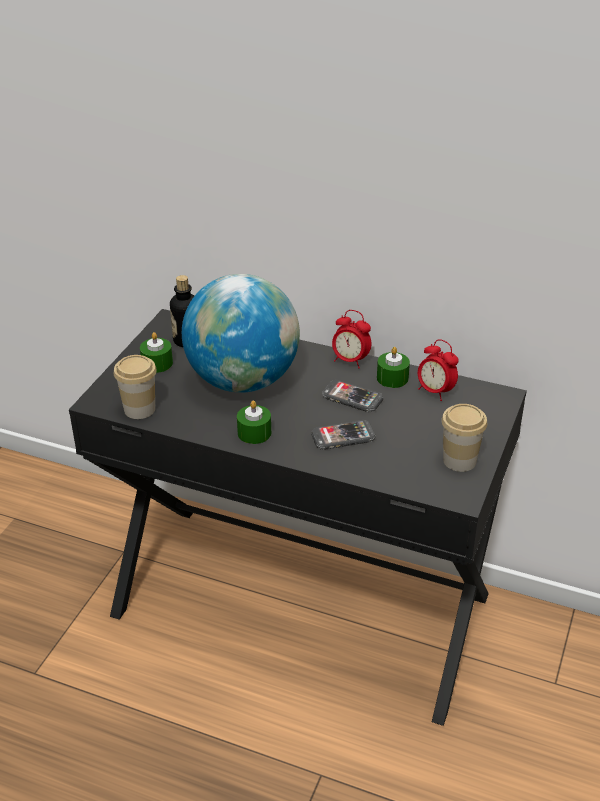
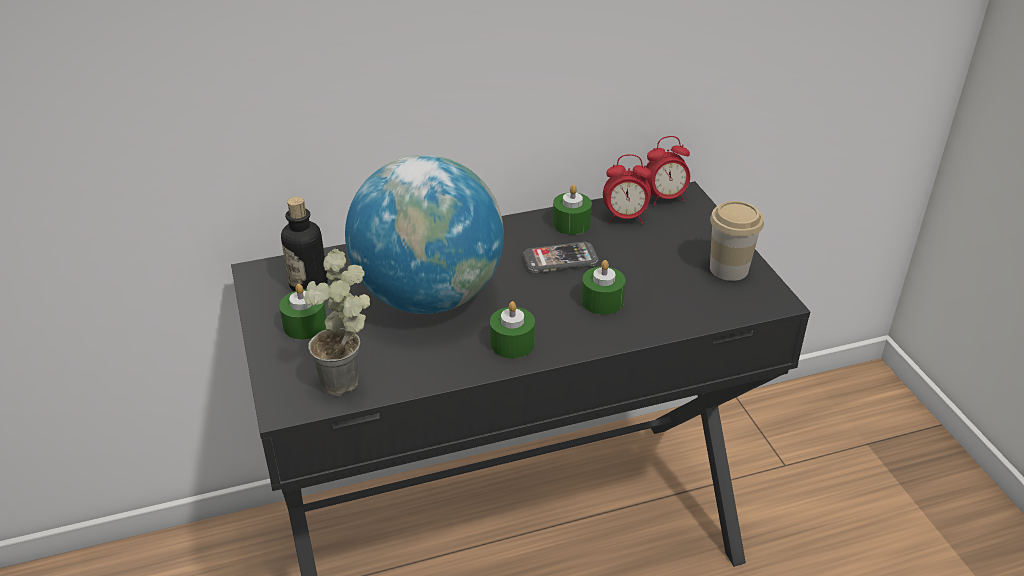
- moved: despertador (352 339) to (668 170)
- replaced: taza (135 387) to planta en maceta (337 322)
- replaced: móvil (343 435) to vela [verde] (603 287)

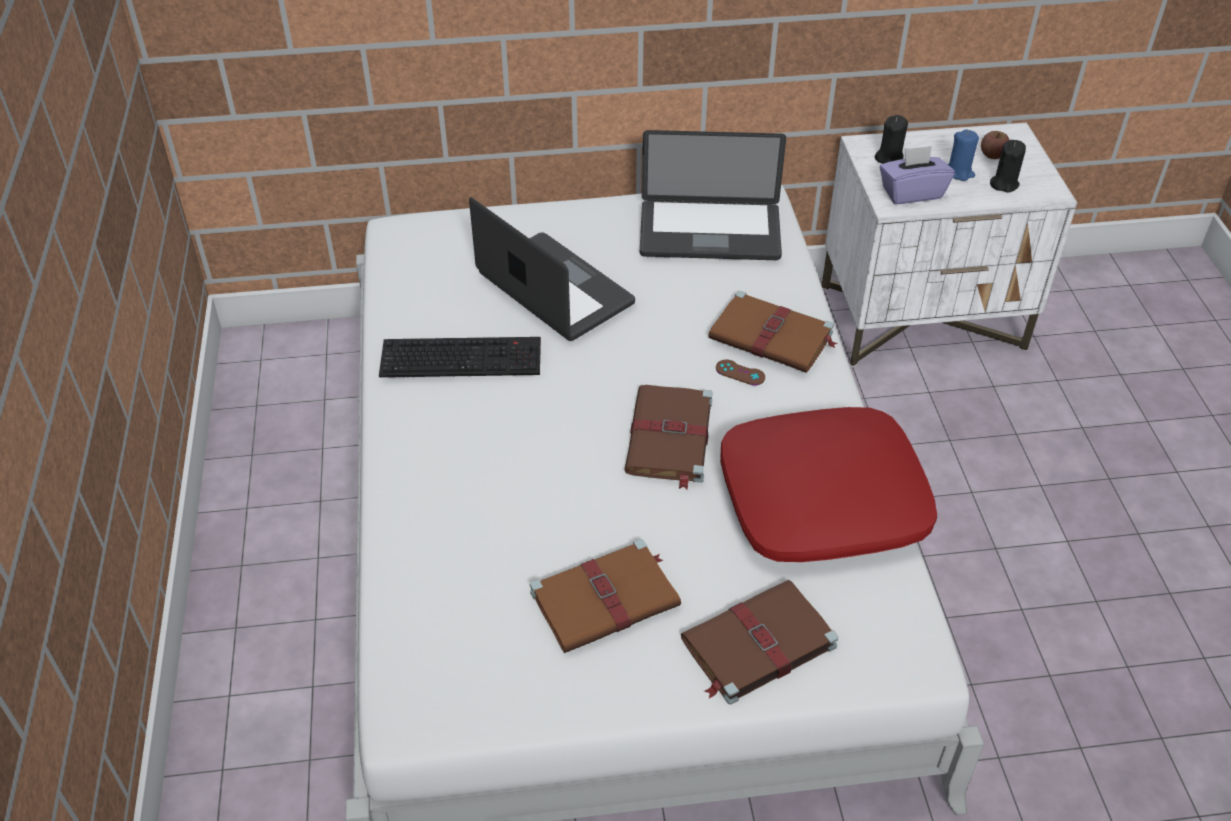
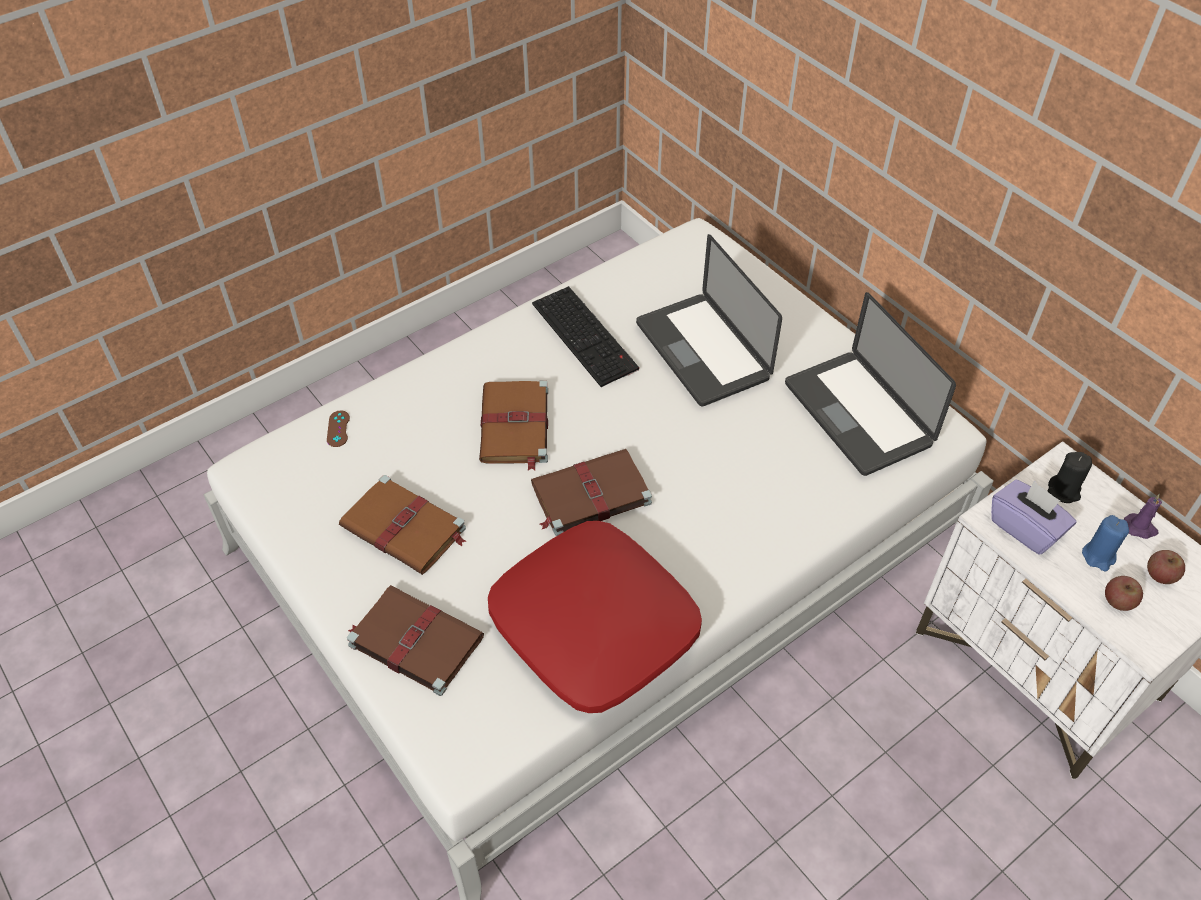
- replaced: vela [negro] (1008 166) to manzana (1124 593)
- turned: portátil (552 269) = (709 320) 135 degrees clockwise
- moved: libro [marrón] (773 332) to (513 425)
- moved: mando de consola [marrón] (740 372) to (338 429)
- added: vela [morado] (1143 516)

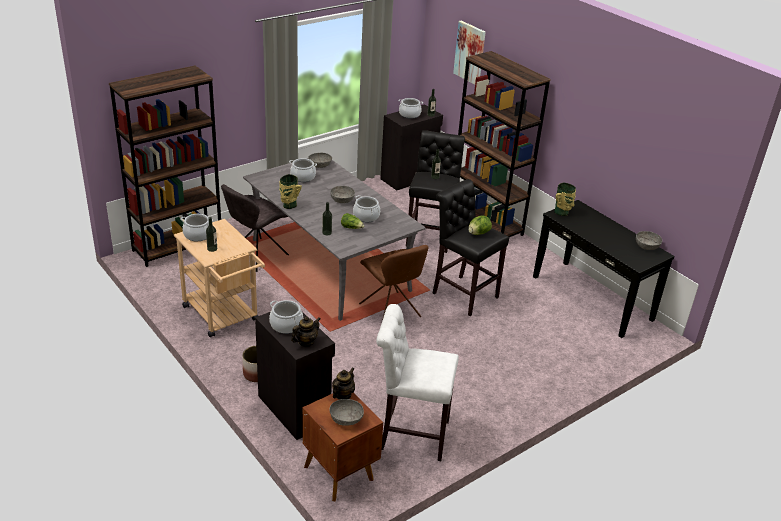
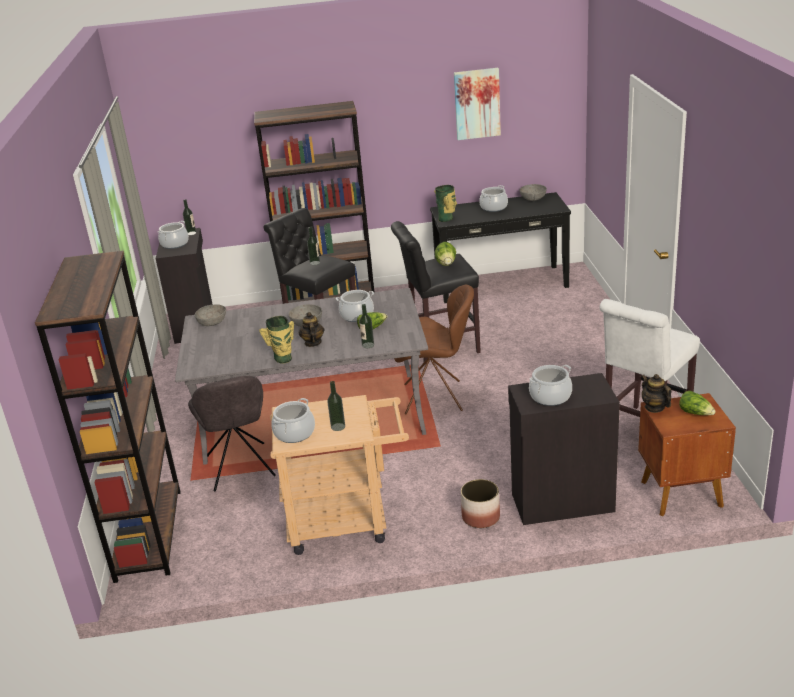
- moved: cuadro (469 53) to (477 104)
- moved: olla (303 170) to (493 198)
- moved: tetera (306 331) to (311 329)
- replaced: cuenco [gris] (347 412) to lechuga (697 403)

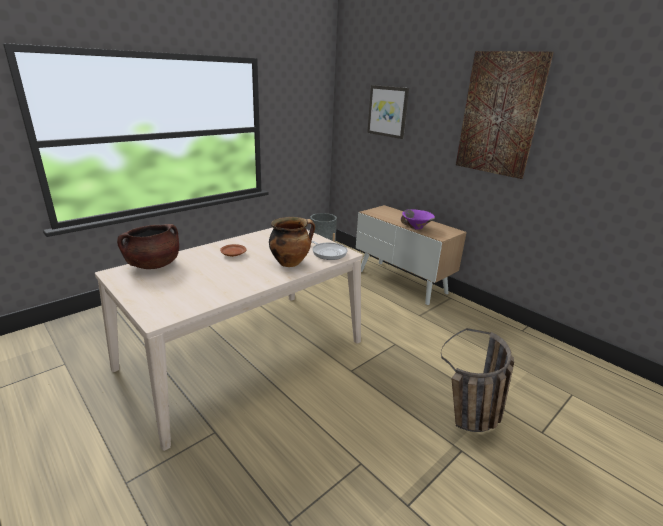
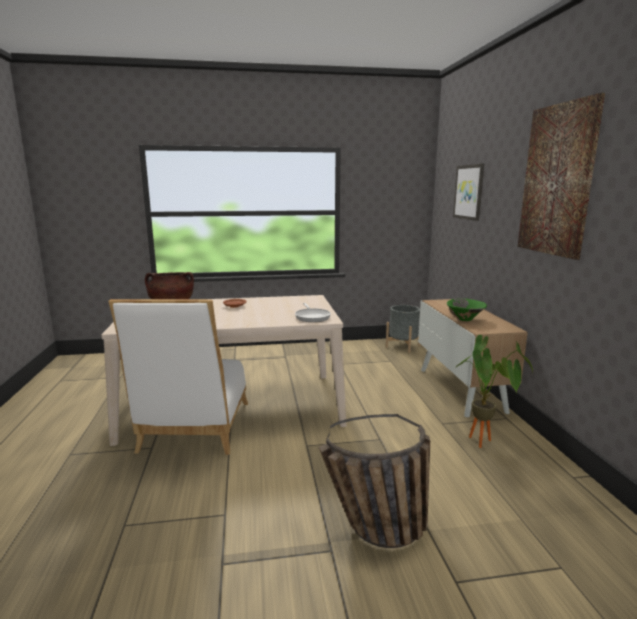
- recoloured: cuenco [morado] (418 219) to cuenco [verde] (467 309)
- removed: olla (292 242)
- added: silla [blanco] (178 377)
- added: planta en maceta (494 391)

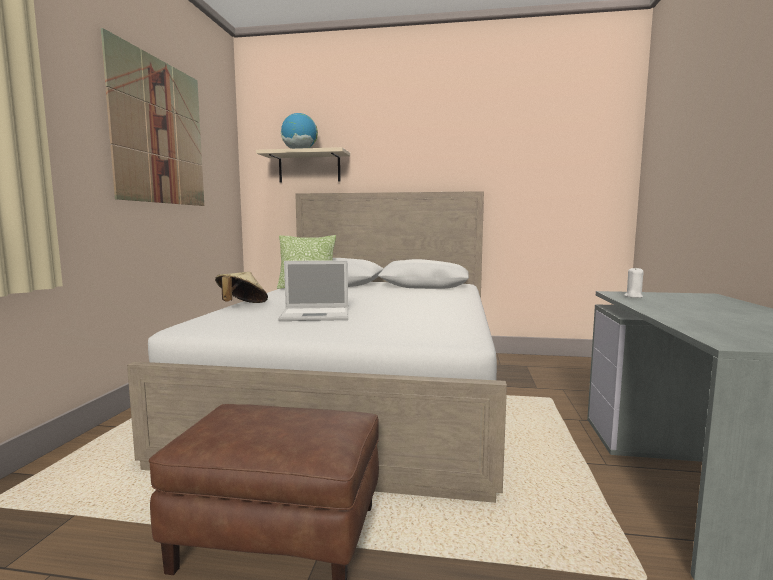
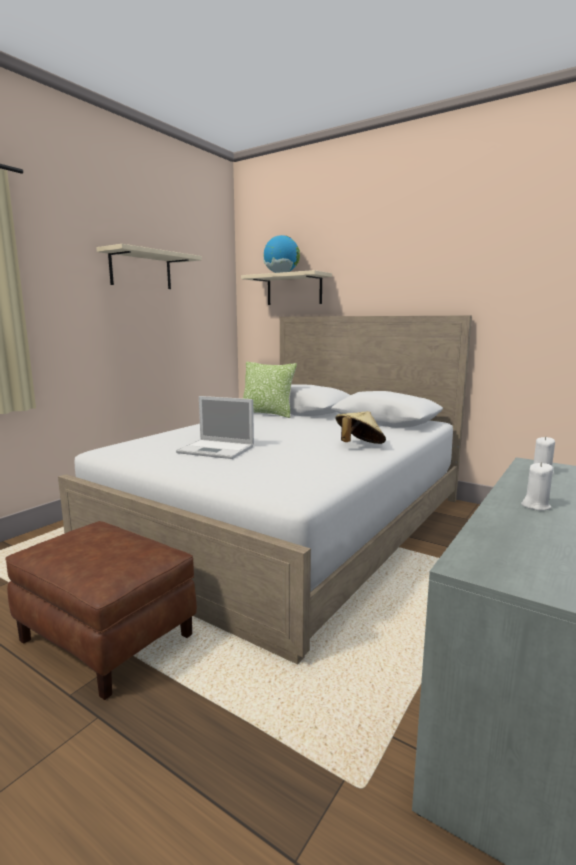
- replaced: cuadro (152 117) to estante [beis] (149 266)
- moved: sombrero [beis] (241 287) to (360 427)
- added: vela [blanco] (537 486)

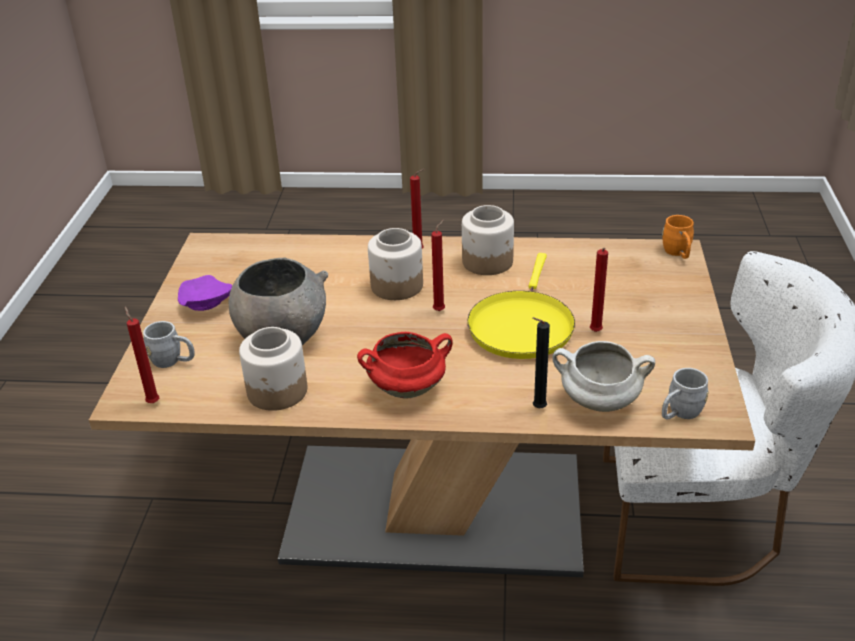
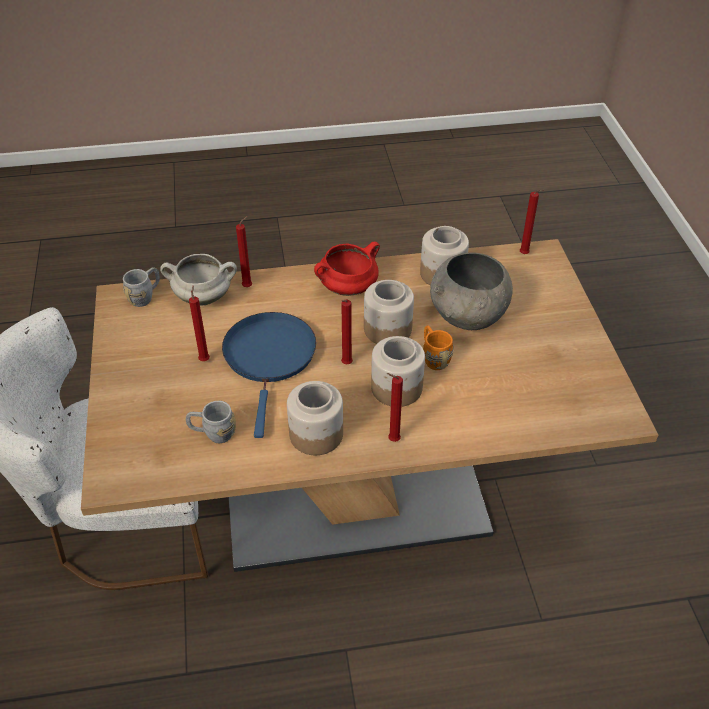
- moved: taza grande [naranja] (678 237) to (438 347)
- recoloured: sartén [amarillo] (521 306) to sartén [azul] (269 375)
- removed: plato [morado] (205 293)
- recoloured: vela [negro] (541 362) to vela [rojo] (244 251)
- moved: taza grande [gris] (169 344) to (211 422)
- added: tarro (389 312)

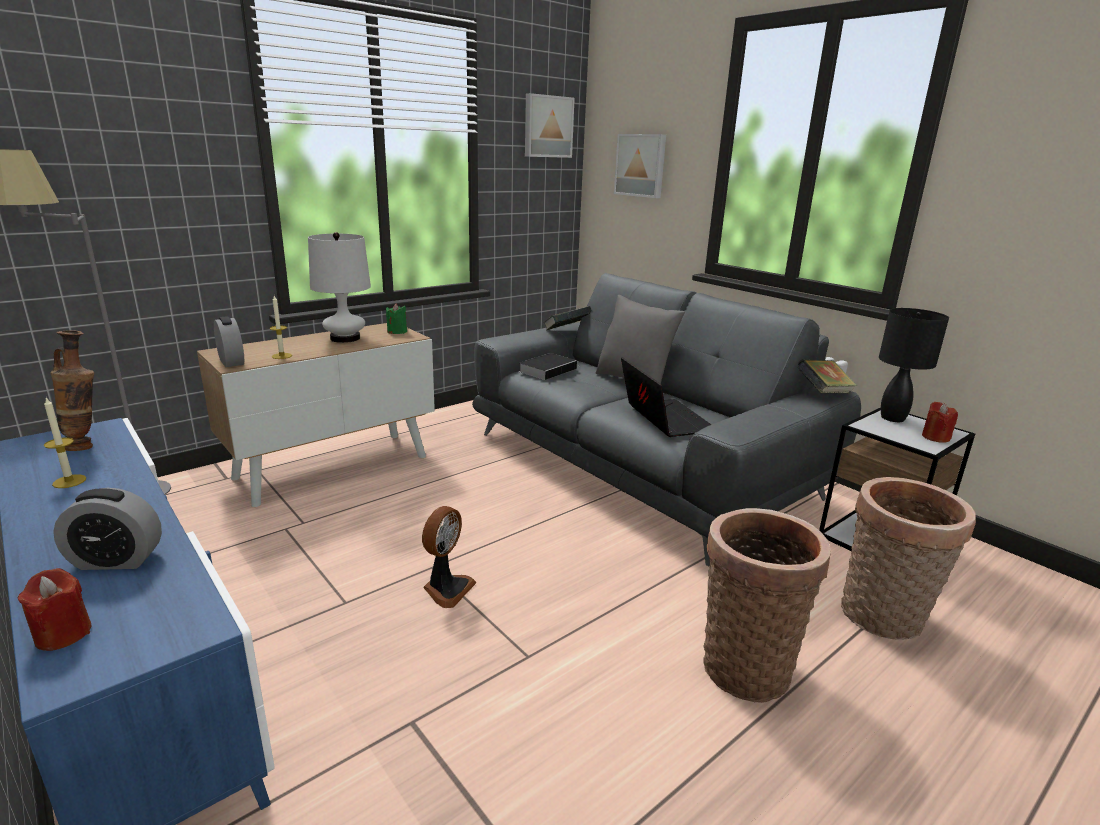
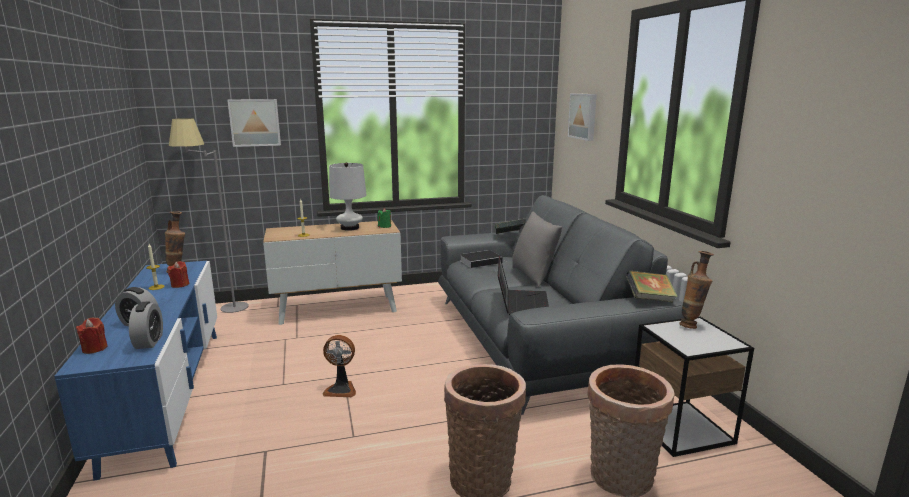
- moved: cuadro (550 125) to (254 123)
- replaced: lámpara de mesa [negro] (914 365) to florero (696 290)
- moved: despertador (229 341) to (146 325)
- moved: vela [rojo] (940 422) to (178 274)
- turned: ventilador (449 557) = (339 366) 45 degrees clockwise

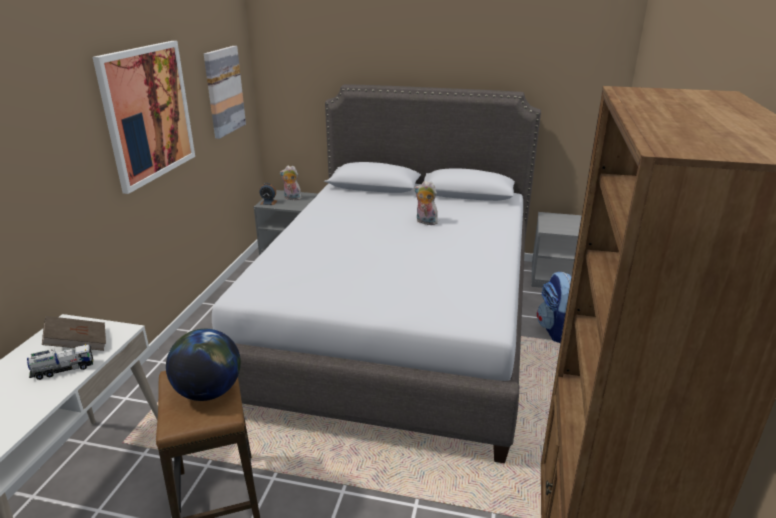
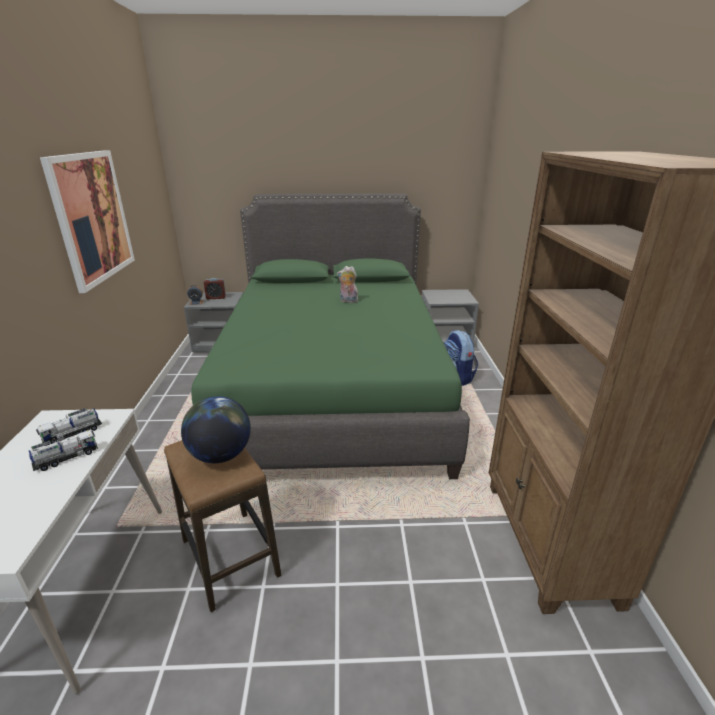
- removed: cuadro (225 92)
- recoloured: cama [gris] (376 273) to cama [verde] (330 336)
- replaced: peluche (291 183) to despertador (215 288)
- replaced: libro [marrón] (74 333) to camión de juguete (69 427)

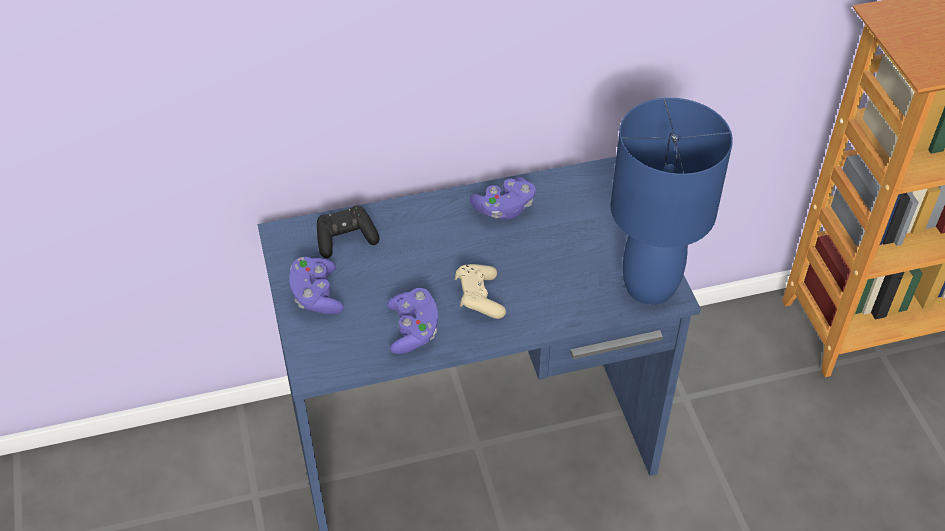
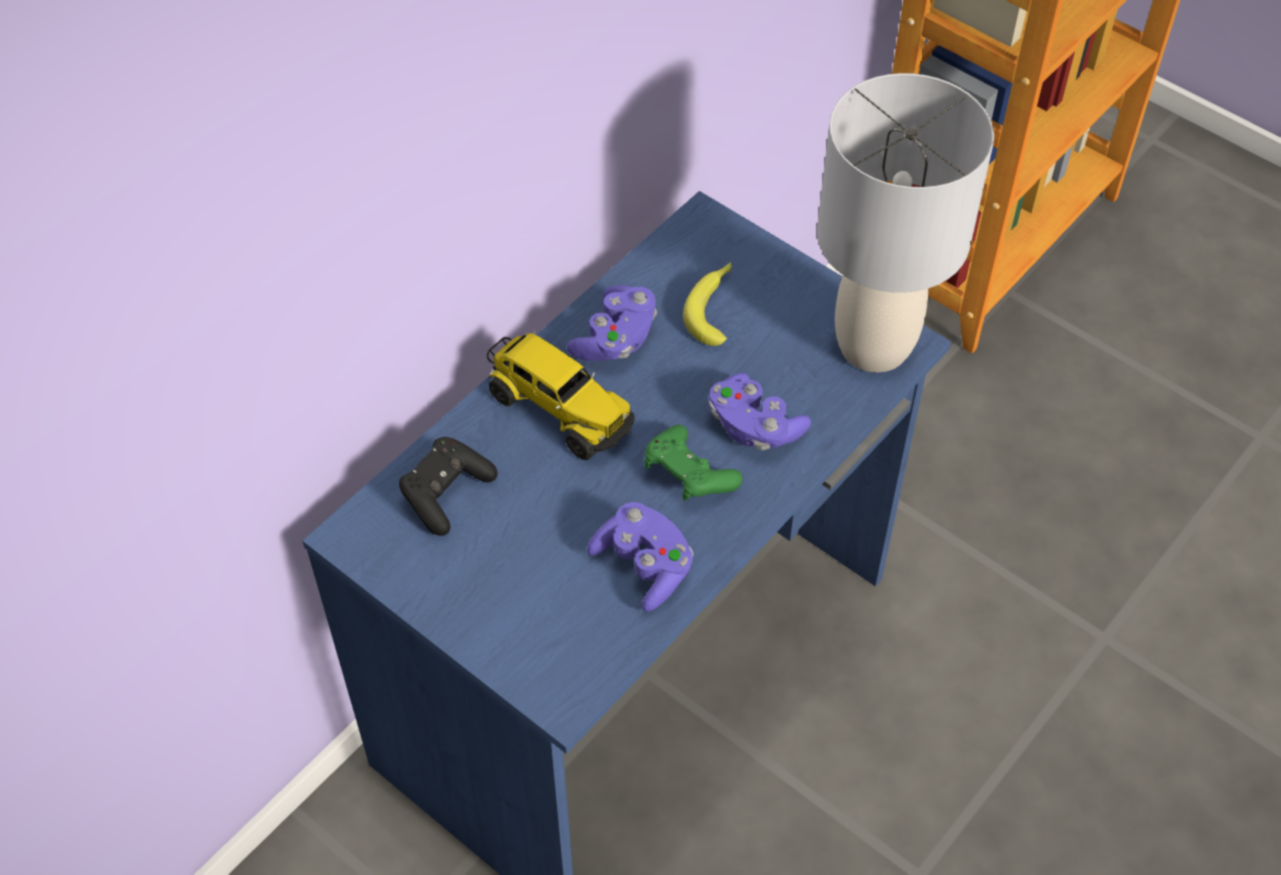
- recoloured: lámpara de mesa [azul] (671 201) to lámpara de mesa [gris] (905 222)
- moved: mando de consola [morado] (316 285) to (760 411)
- recoloured: mando de consola [beis] (480 291) to mando de consola [verde] (694 463)
- added: plátano (707 304)
- added: camión de juguete (561 396)

